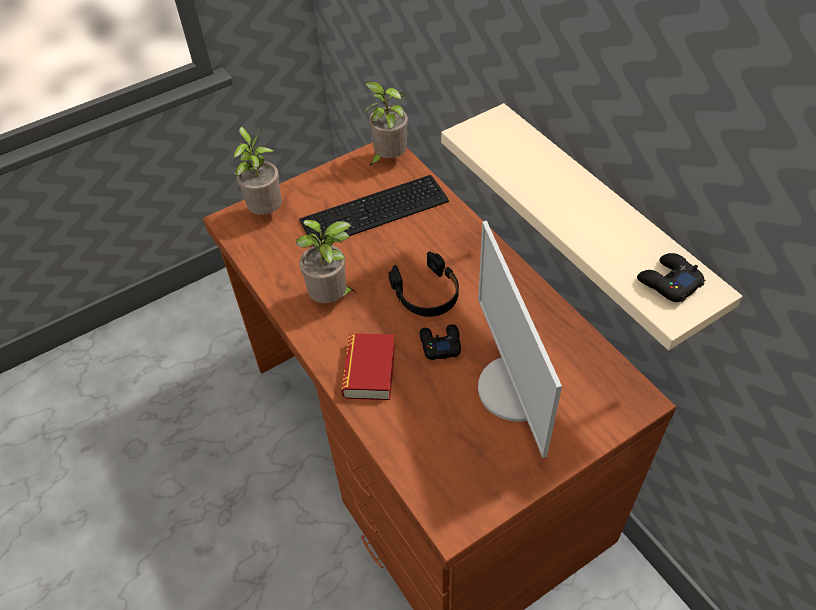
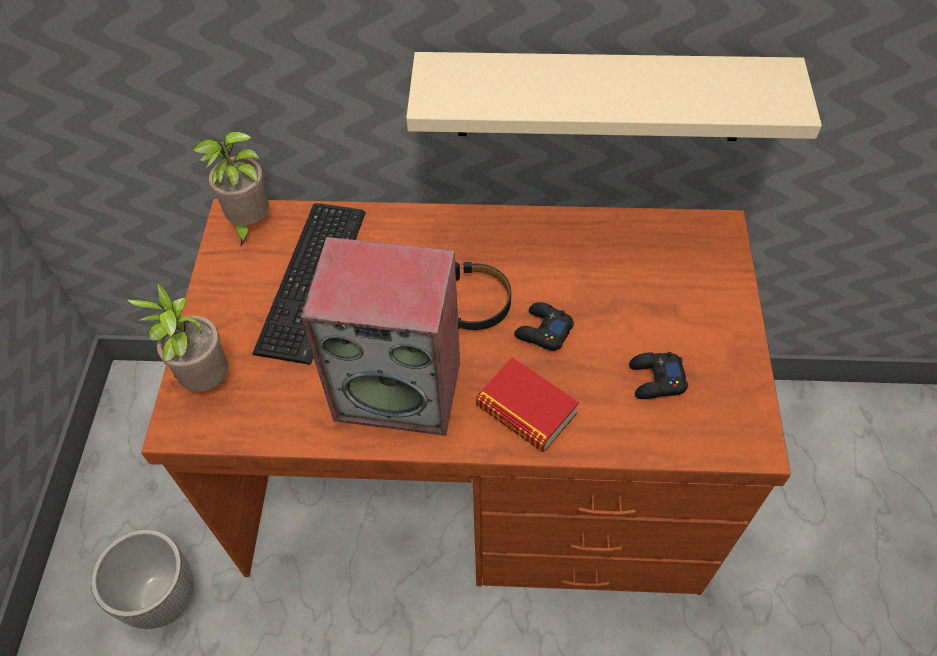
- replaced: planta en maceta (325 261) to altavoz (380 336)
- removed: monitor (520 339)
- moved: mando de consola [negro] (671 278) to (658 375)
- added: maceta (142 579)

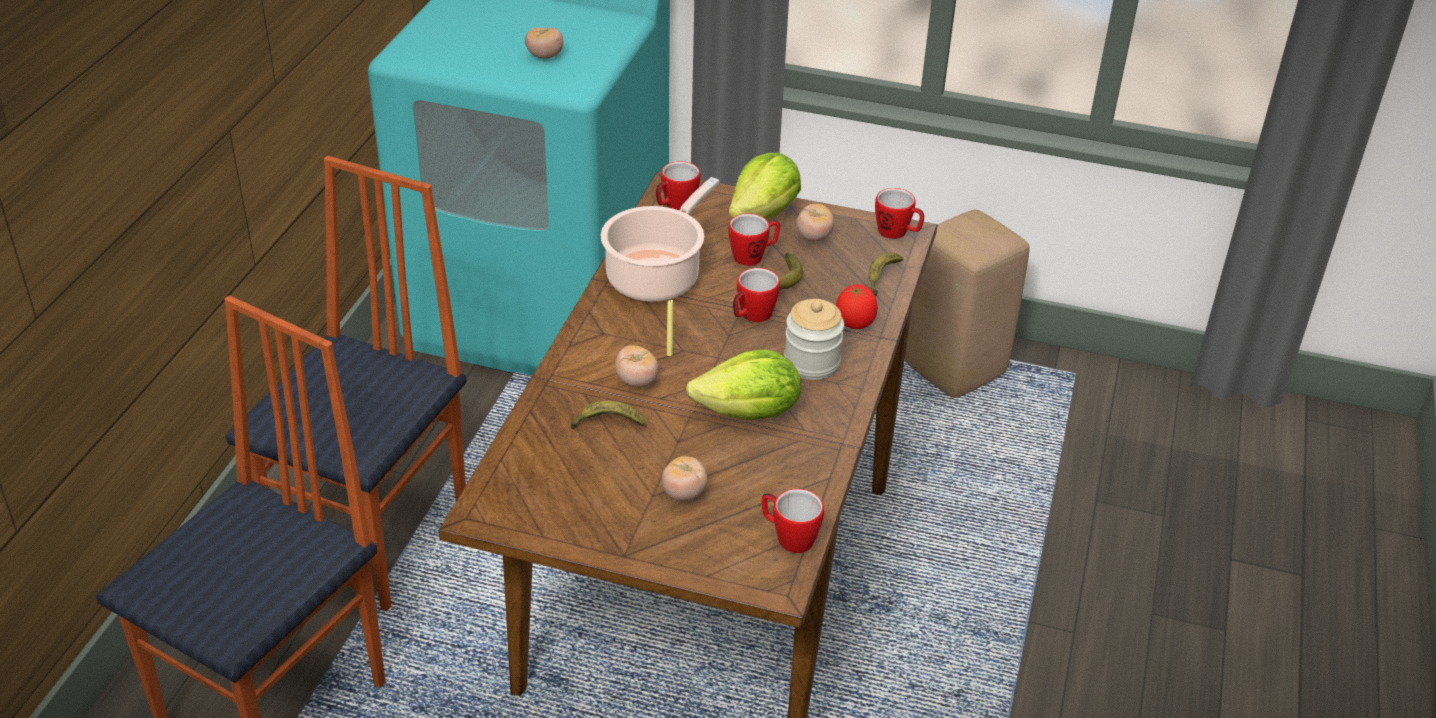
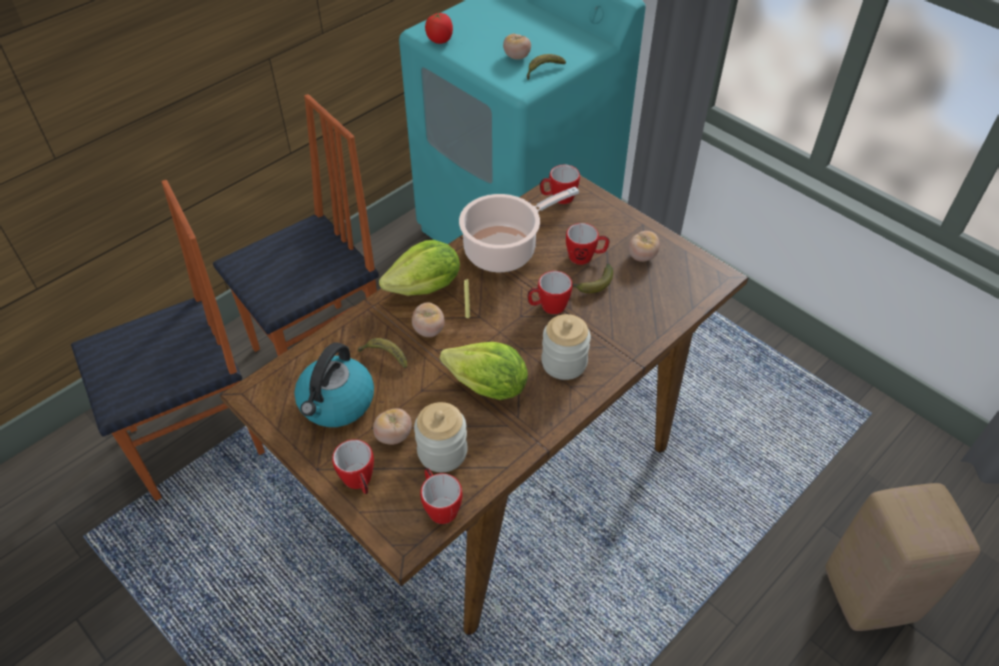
- moved: lechuga (765 186) to (419 268)
- moved: taza grande (899 213) to (353 466)
- moved: taburete [beis] (967 304) to (903 557)
- moved: plátano (886 274) to (546 67)
- moved: tomate (857 307) to (439 28)
- added: hervidor (334 384)
- added: tarro (440 437)

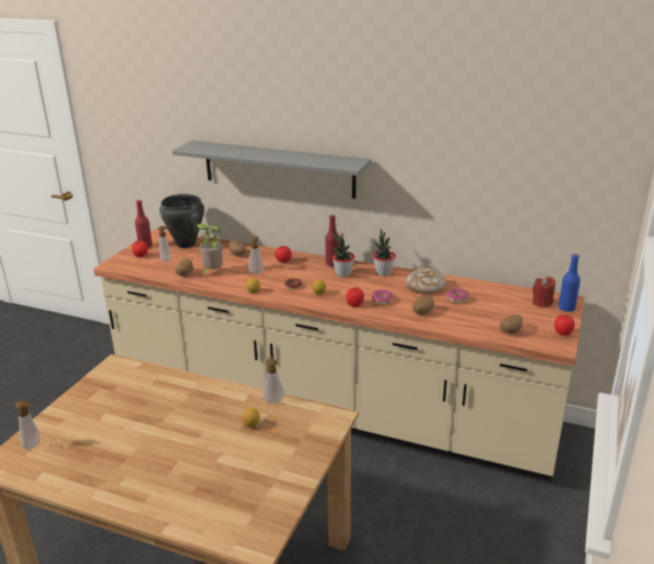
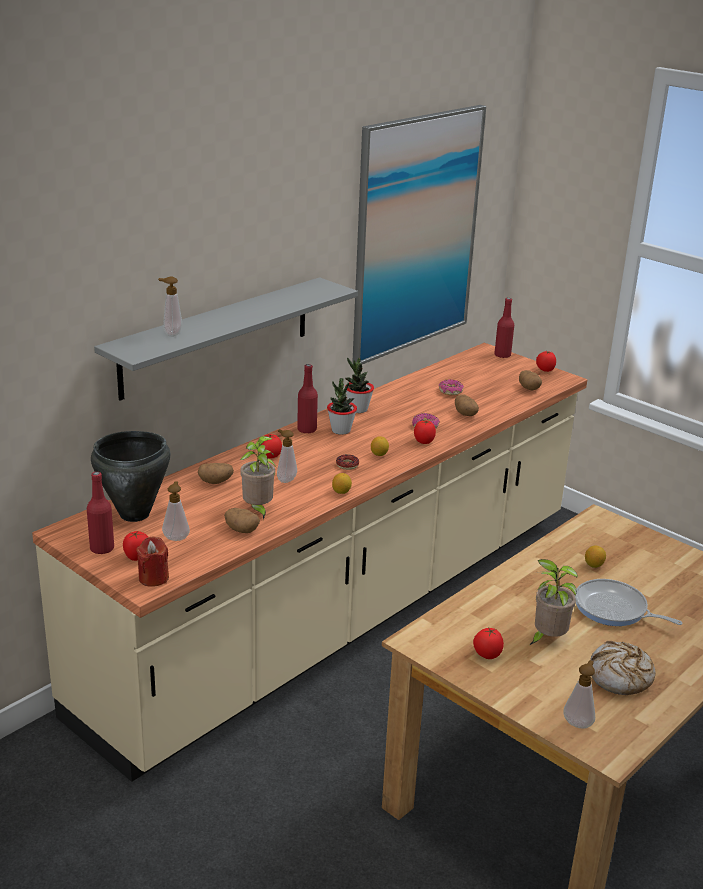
- recoloured: botella [azul] (569 283) to botella [rojo] (504 328)
- moved: pan (426 280) to (623 668)
- moved: vela [rojo] (543 292) to (152 561)
- moved: dispensador de jabón (274 379) to (170 306)
- added: cuadro (419 234)
- added: planta en maceta (554 602)
- added: sartén (629 602)
- added: tomate (488 643)

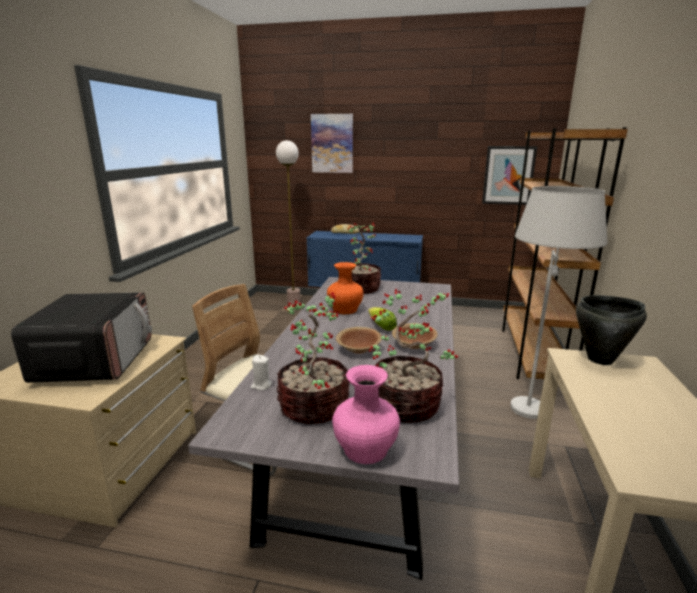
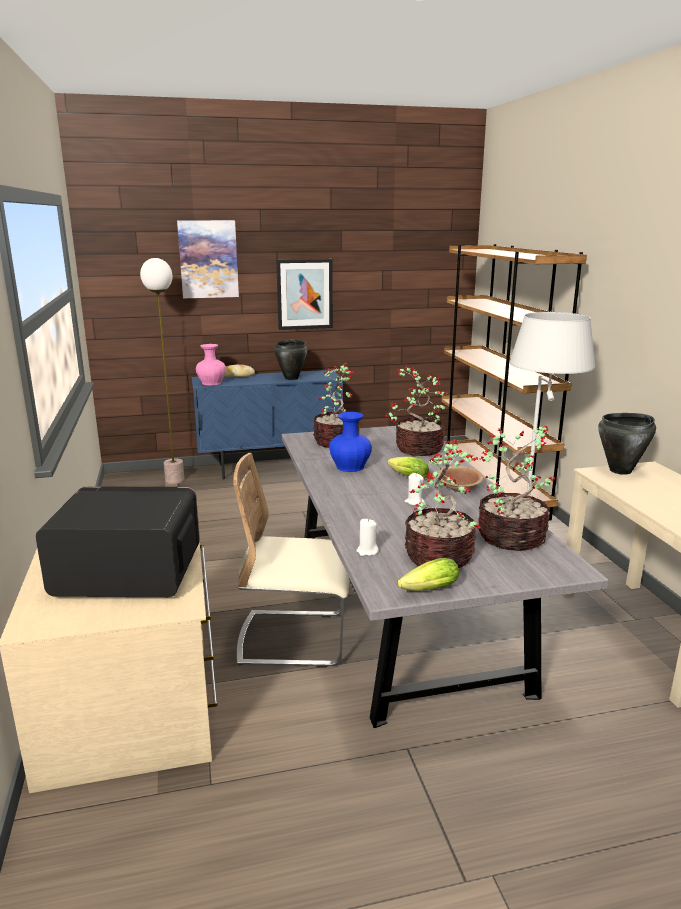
- moved: cuadro (509 175) to (304 294)
- recoloured: florero [naranja] (345 288) to florero [azul] (350 442)
- turned: microondas (81 337) = (118 541) 60 degrees counterclockwise
- replaced: cuenco [marrón] (359 340) to vela [blanco] (414 489)
- moved: florero [rosa] (366 414) to (211 364)
- added: olla [negro] (291 359)
- added: planta en maceta (416 410)
- added: lechuga (428 574)

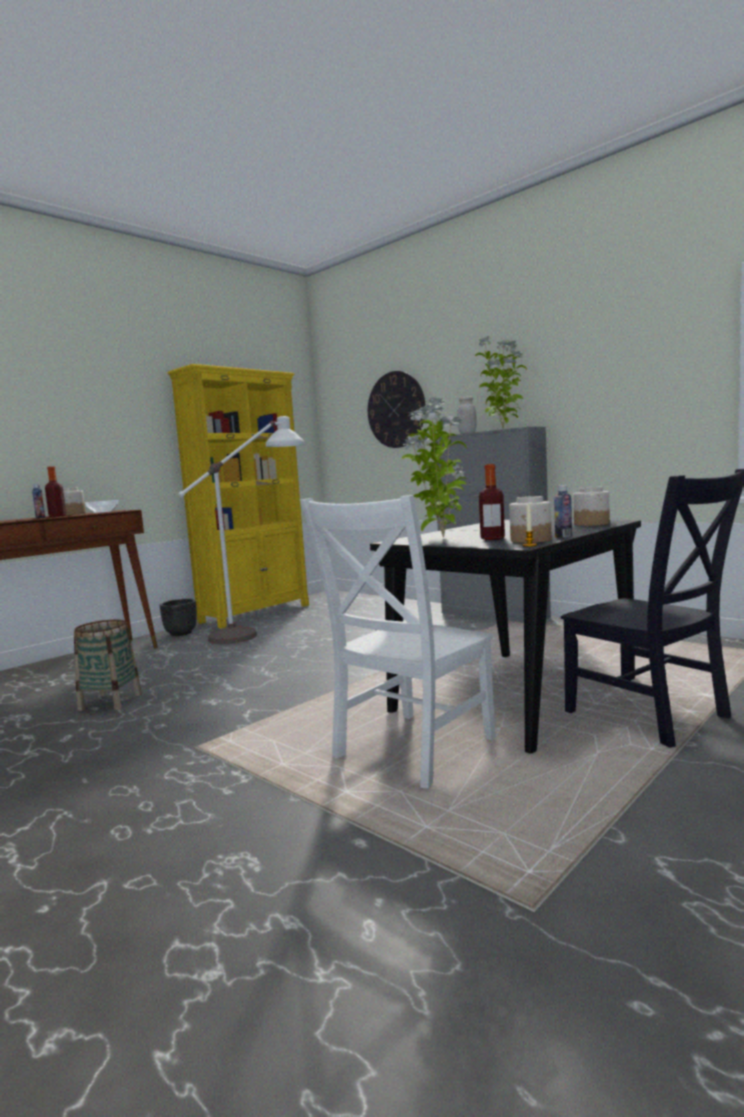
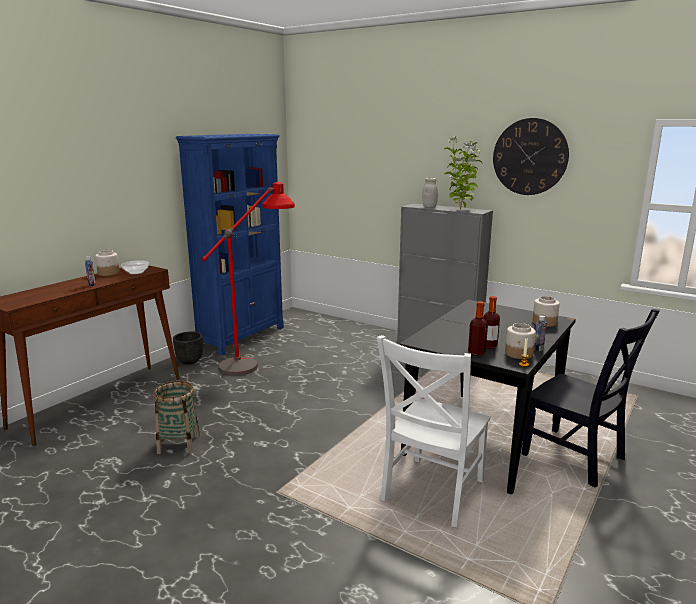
- recoloured: estantería [amarillo] (238 496) to estantería [azul] (230 244)
- moved: reloj de pared (396 409) to (531 156)
- removed: planta en maceta (434 467)
- recoloured: lámpara de pie [blanco] (241 530) to lámpara de pie [rojo] (248 279)
- moved: botella (55 491) to (478 328)

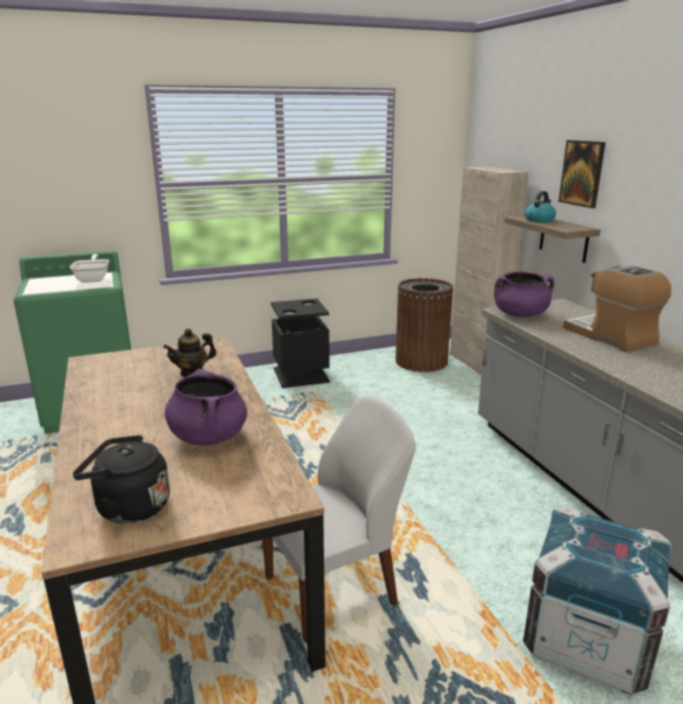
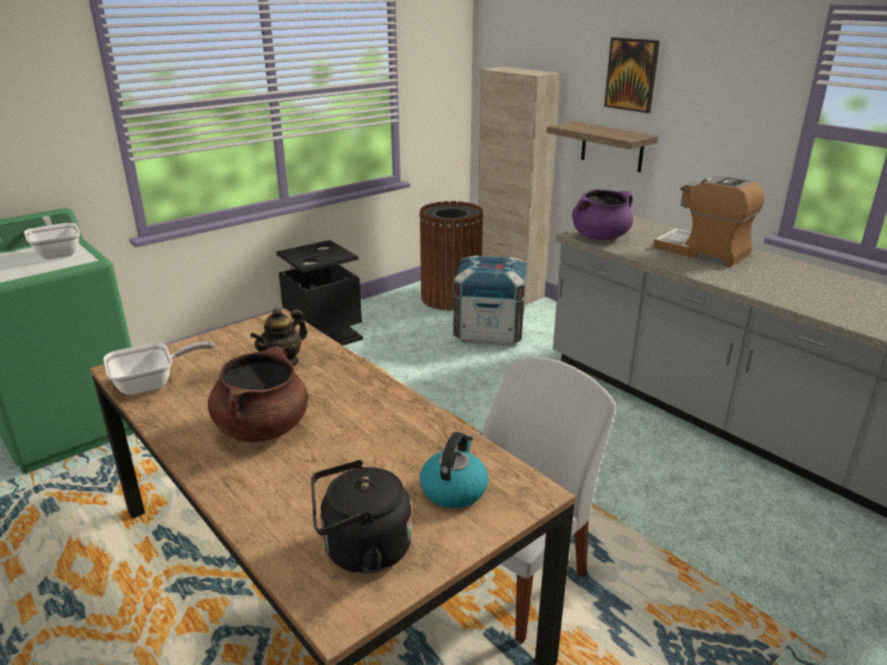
- moved: hervidor (540 206) to (454 470)
- removed: olla [morado] (206 407)
- moved: caja de embalaje (597 601) to (490 300)
- added: sartén (158 368)
- added: olla [marrón] (258 394)

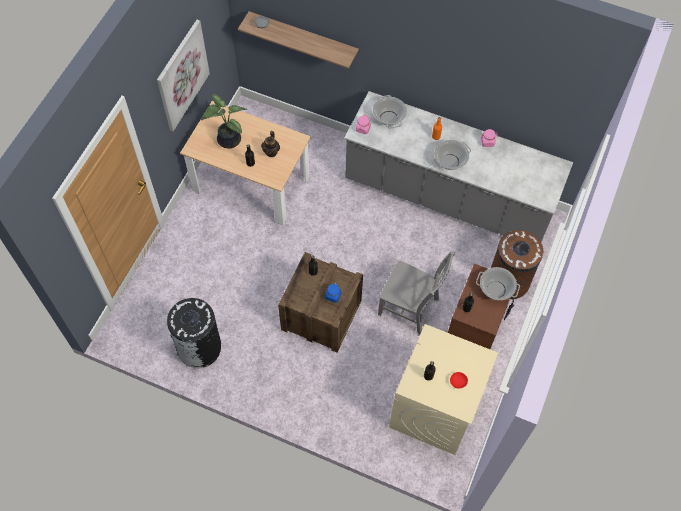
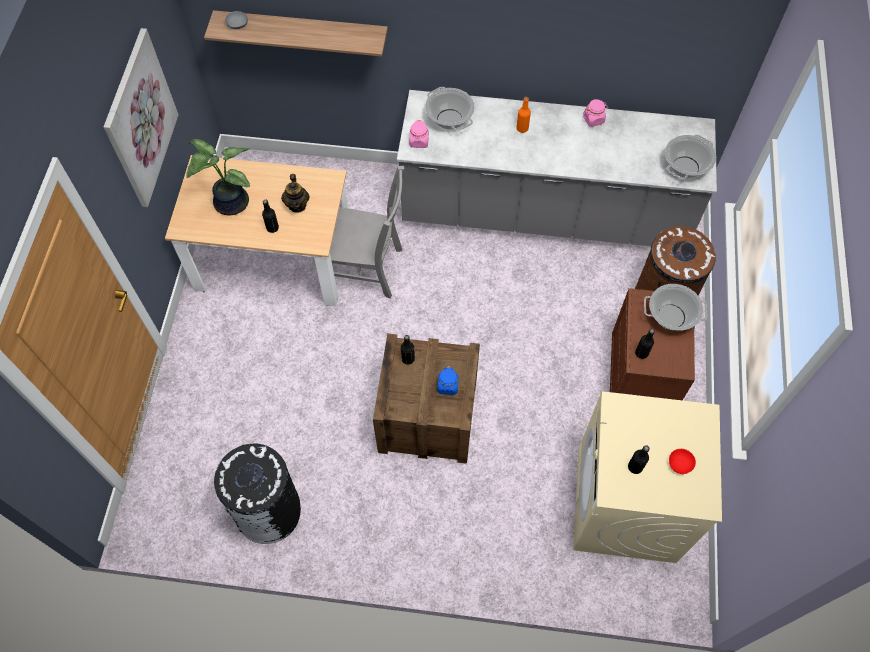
- moved: olla (451 155) to (690 157)
- moved: silla [gris] (416 292) to (367 232)

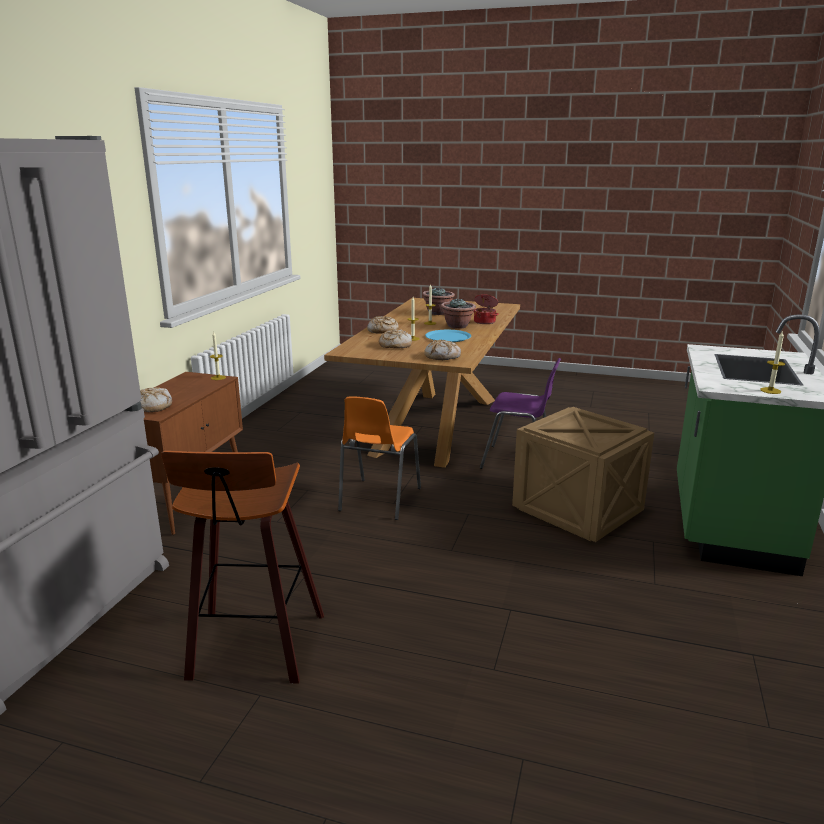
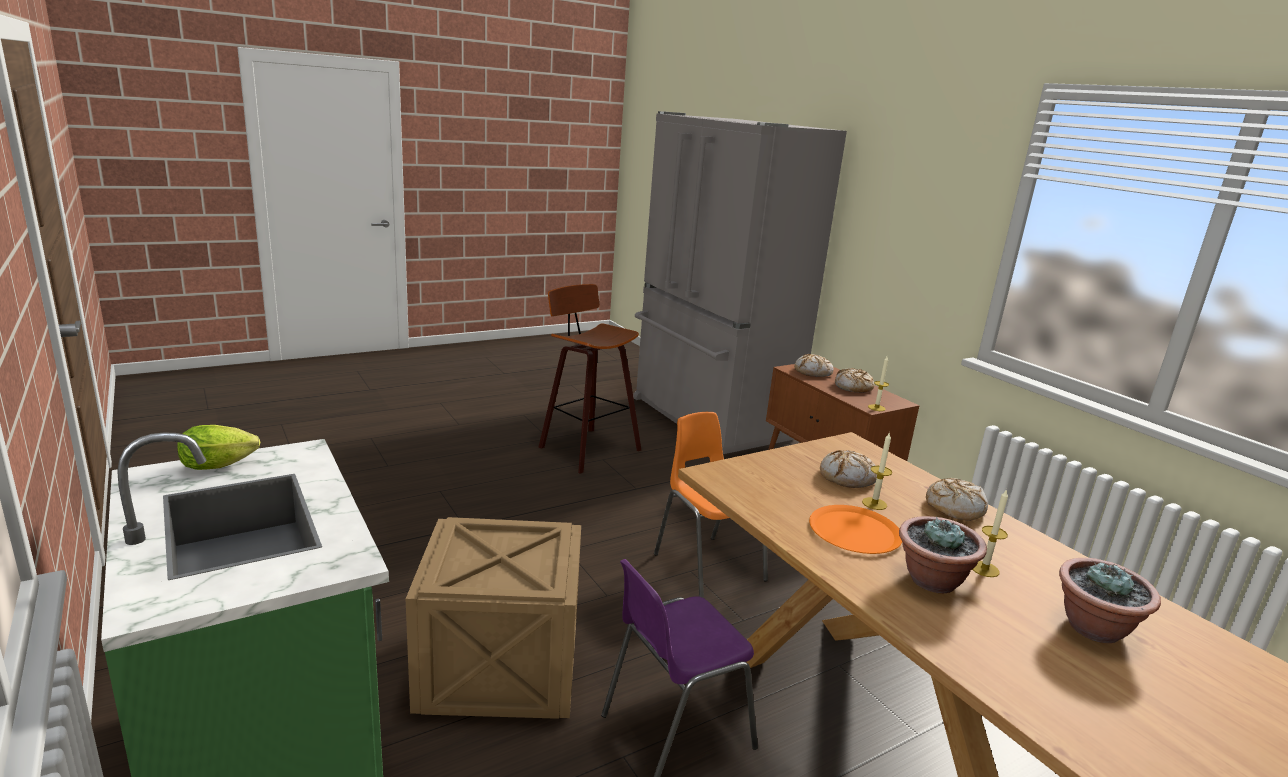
- removed: olla (486 309)
- recoloured: plato [azul] (448 336) to plato [naranja] (855 529)
- replaced: vela (772 362) to lechuga (218 447)
- moved: pan (442 349) to (855 380)

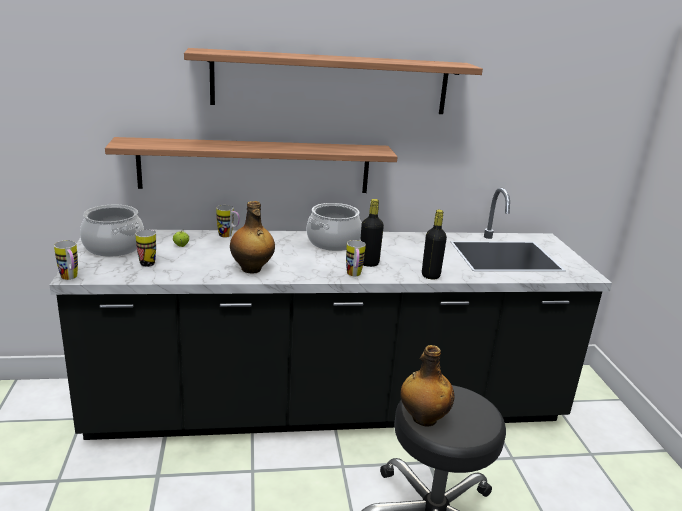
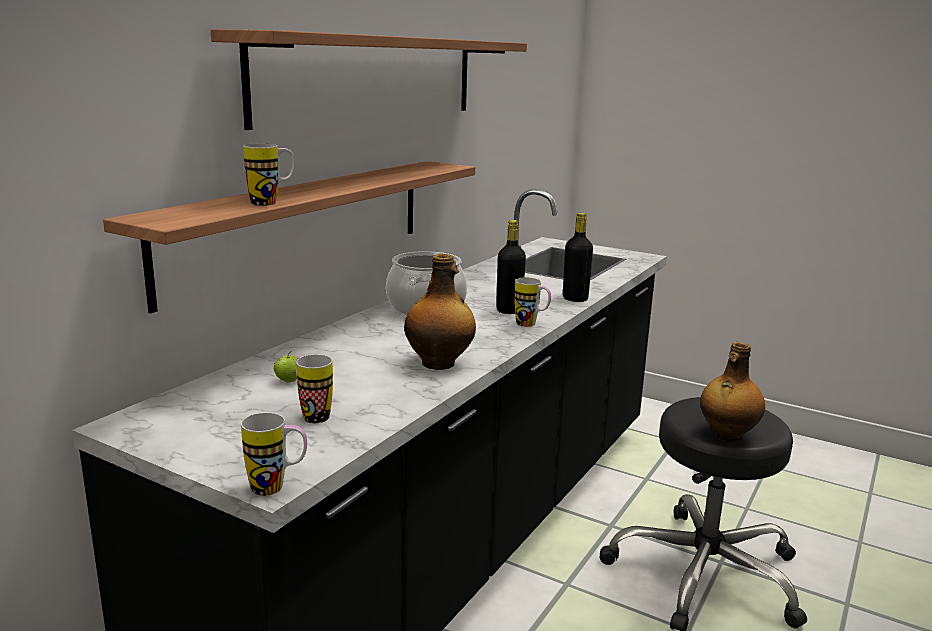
- removed: olla (112 231)
- moved: taza grande (228 221) to (269 175)

